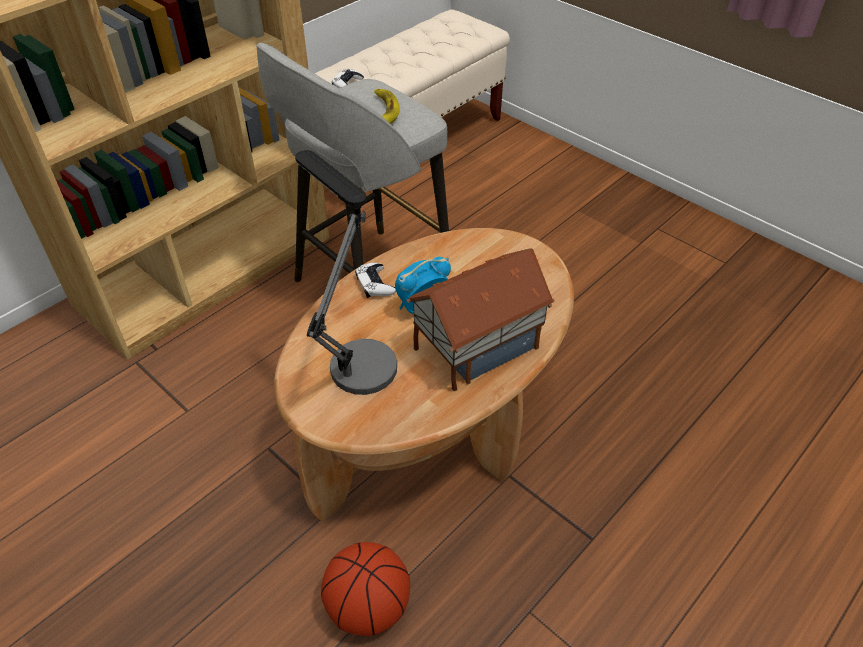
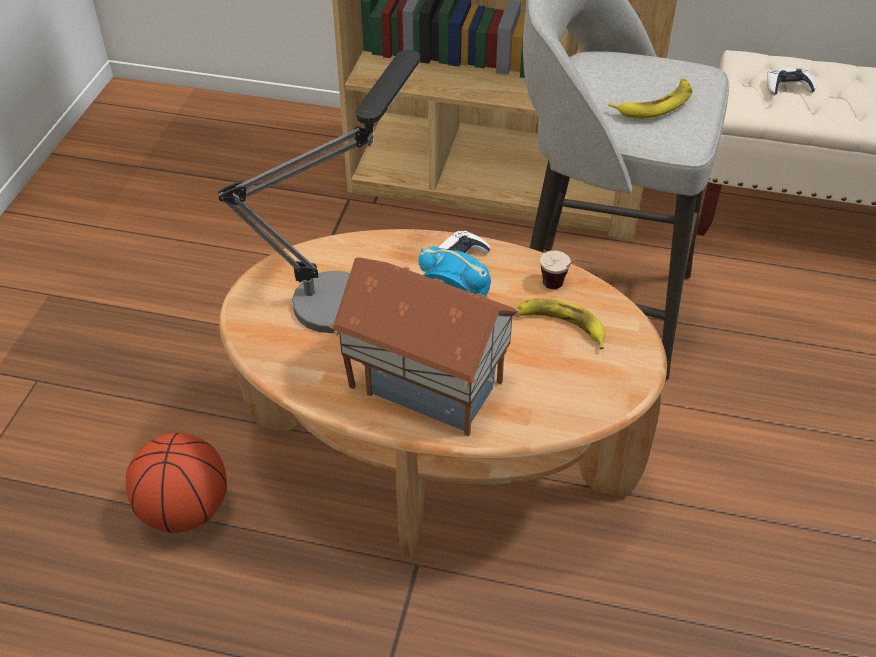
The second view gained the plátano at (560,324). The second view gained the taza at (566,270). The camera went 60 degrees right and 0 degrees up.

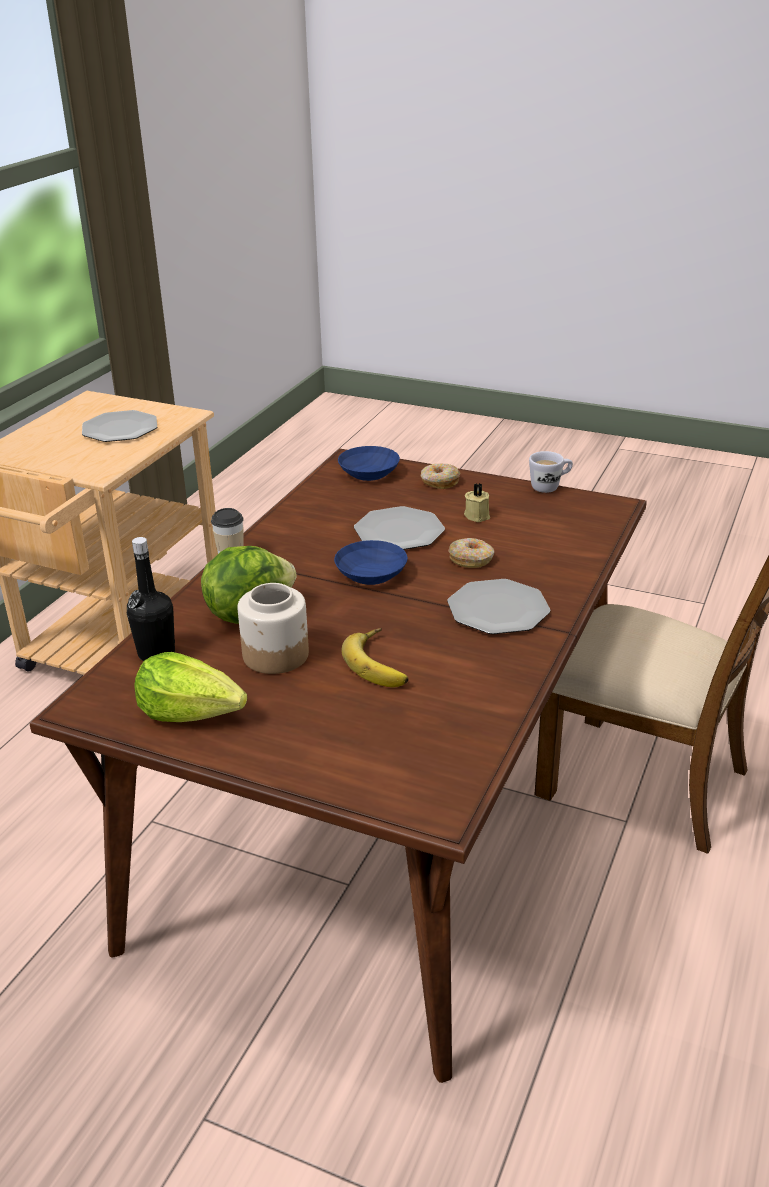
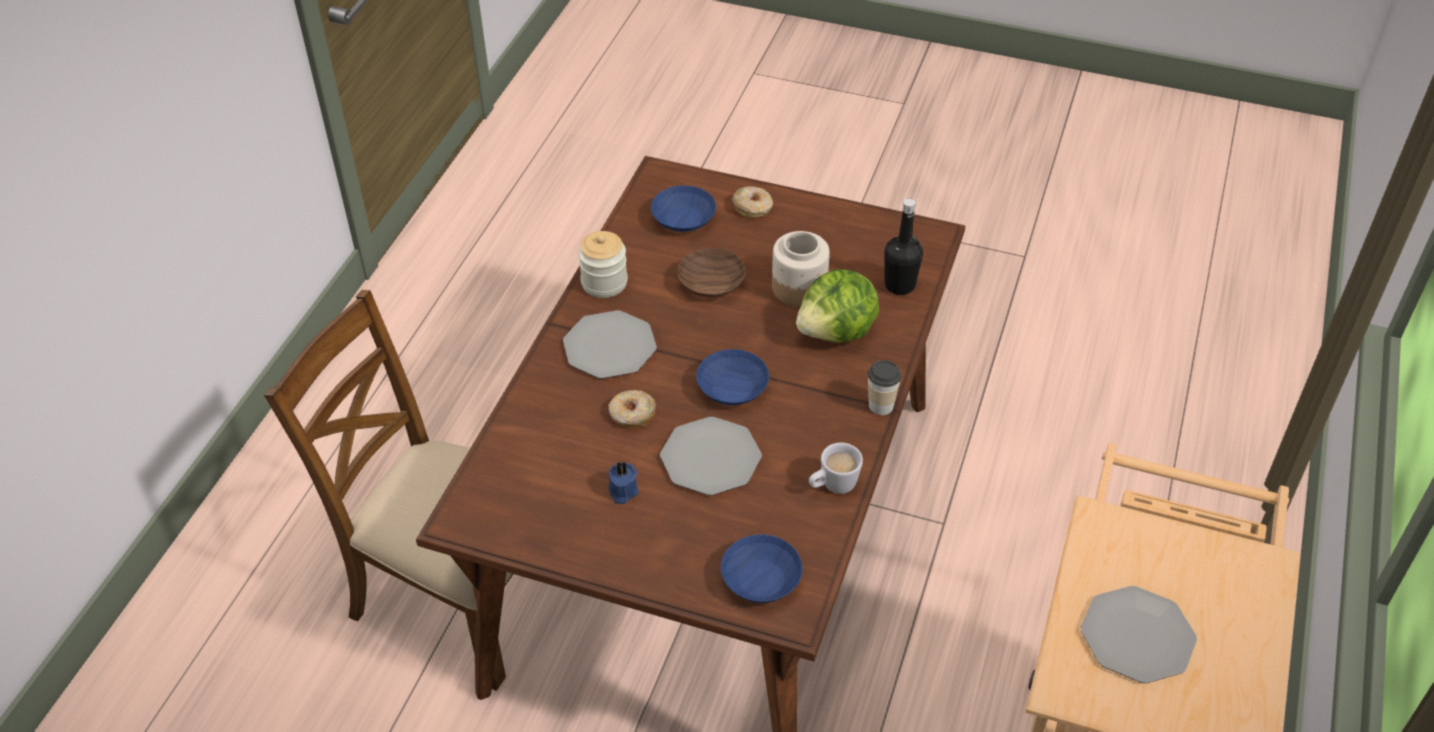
The second view lost the lechuga at (190,687). Where the plátano stood at (375,657), the cuenco/marrón came to stand at (711,272). The rosquilla ended up elsewhere, having gone from (440,476) to (752,202). What was the vela/beis at (477,502) turned into the vela/azul at (623,482). The taza grande/blanco ended up elsewhere, having gone from (551,472) to (836,468). The second view gained the tarro at (603,264). The second view gained the cuenco/azul at (683,208). The camera went 175 degrees right and 15 degrees up.

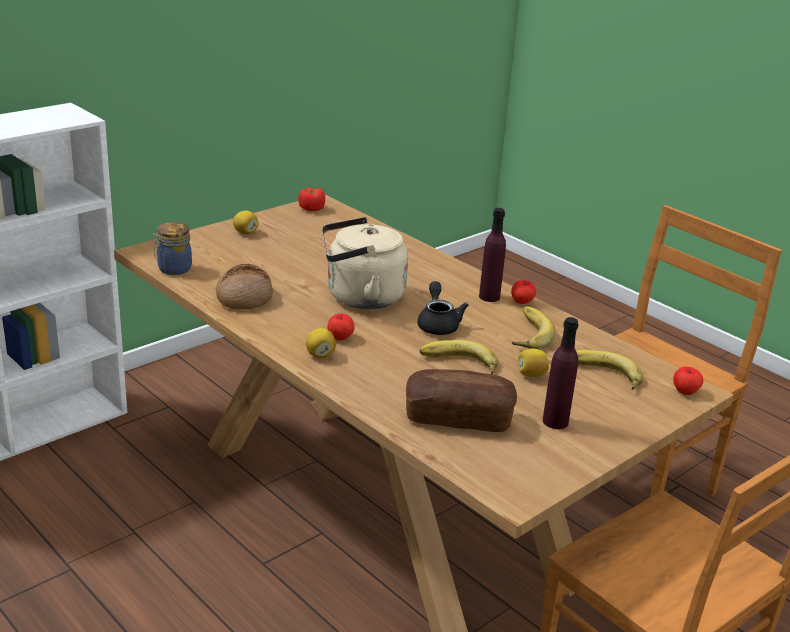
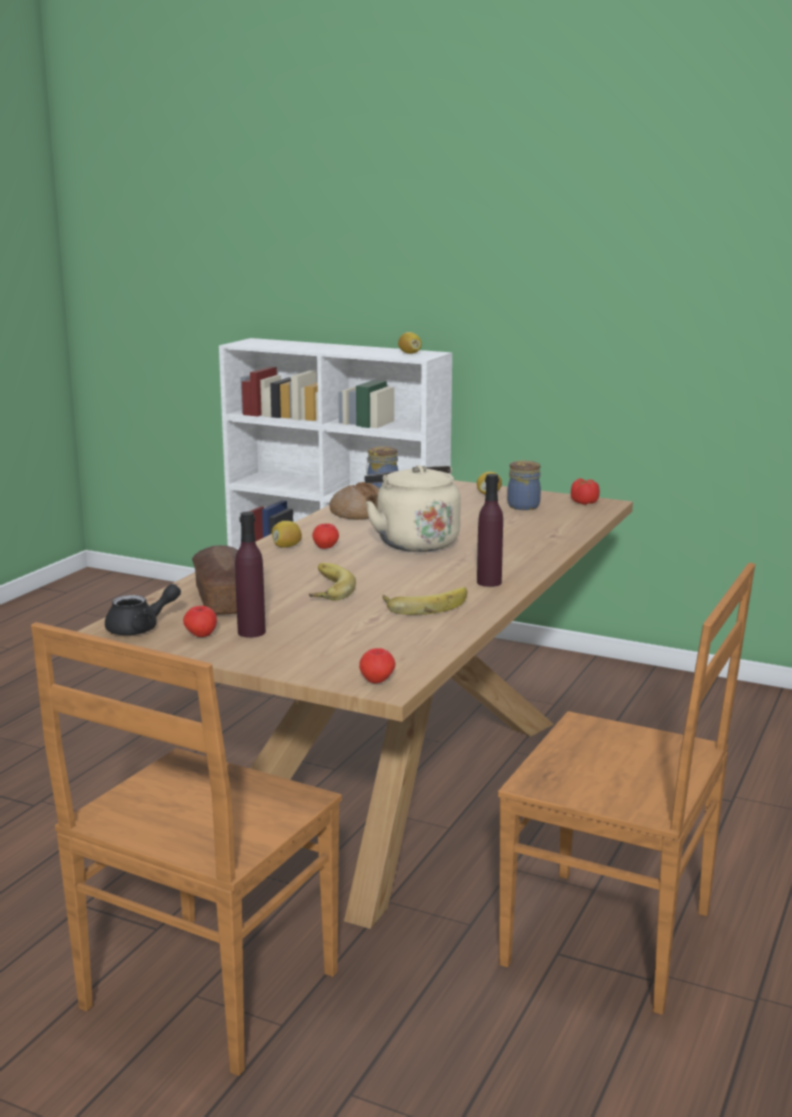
The tetera/negro ended up elsewhere, having gone from (443,308) to (143,609). The manzana ended up elsewhere, having gone from (523,292) to (200,621). The limón ended up elsewhere, having gone from (533,362) to (410,343). The second view lost the plátano at (610,370). The second view gained the tarro at (524,485). The camera went 70 degrees right and 10 degrees down.

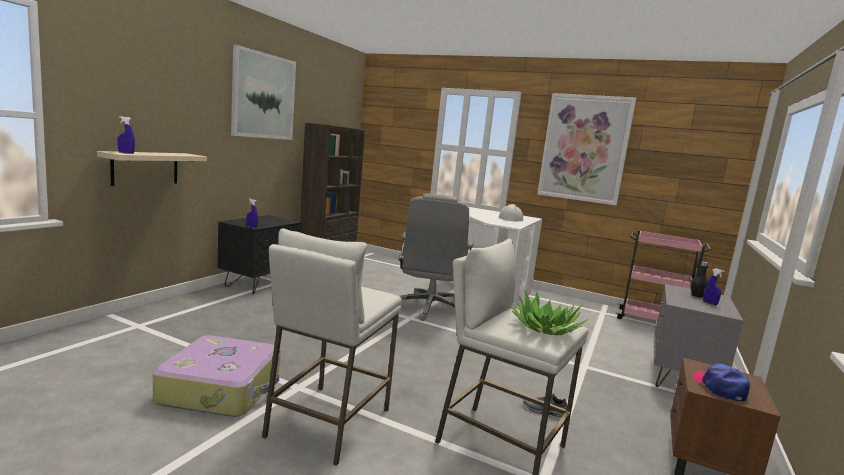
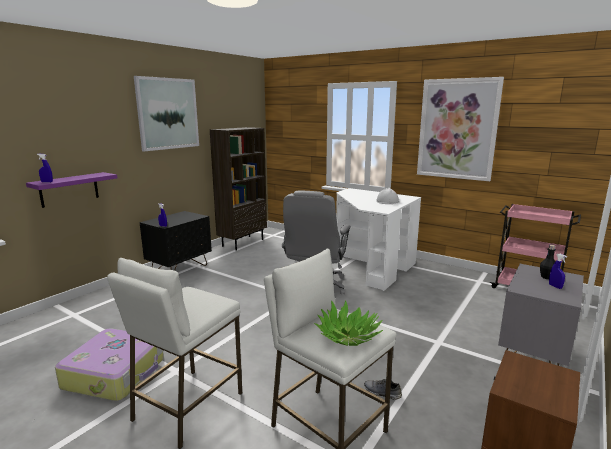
What was the estante/beis at (152,168) turned into the estante/morado at (71,190). The second view lost the gorra at (721,382). The camera went 10 degrees right and 5 degrees up.

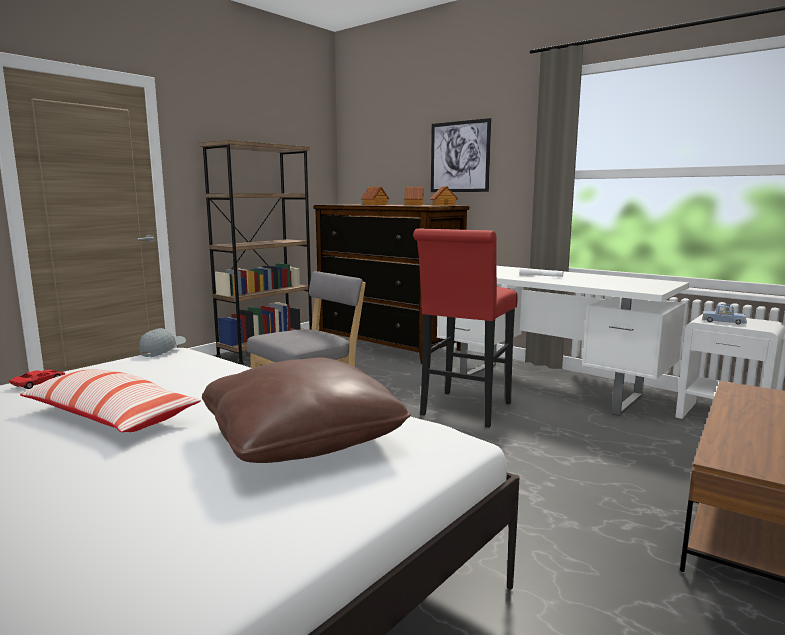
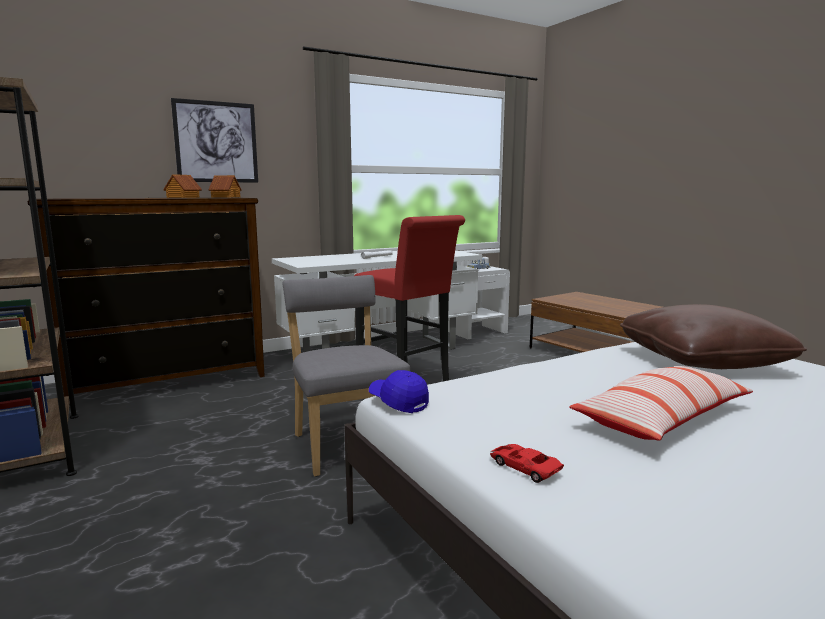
What was the gorra/gris at (162,342) turned into the gorra/azul at (399,391). The second view lost the casita at (375,196). The camera went 70 degrees left and 0 degrees up.

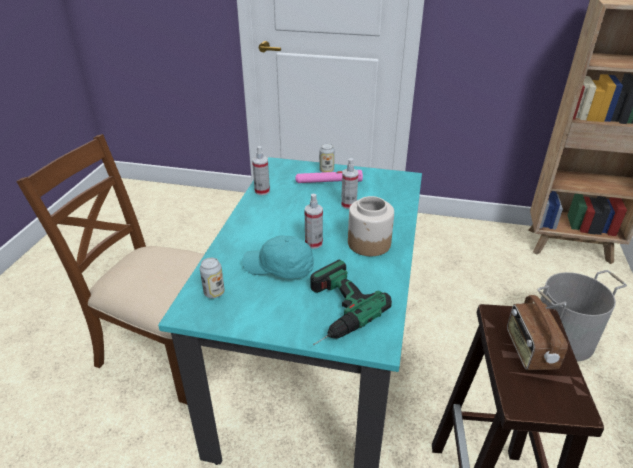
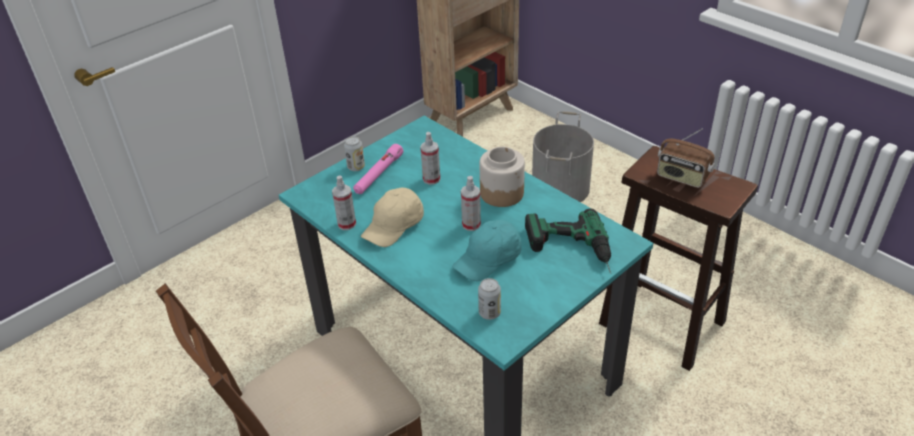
The second view gained the gorra/beis at (392,217). The camera went 55 degrees left and 5 degrees up.

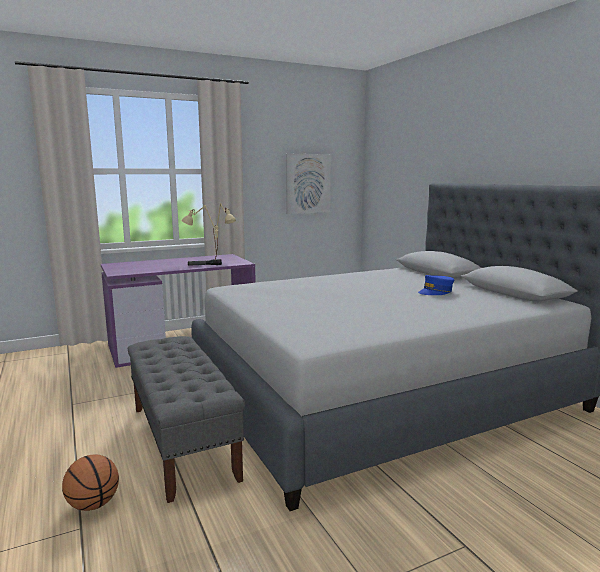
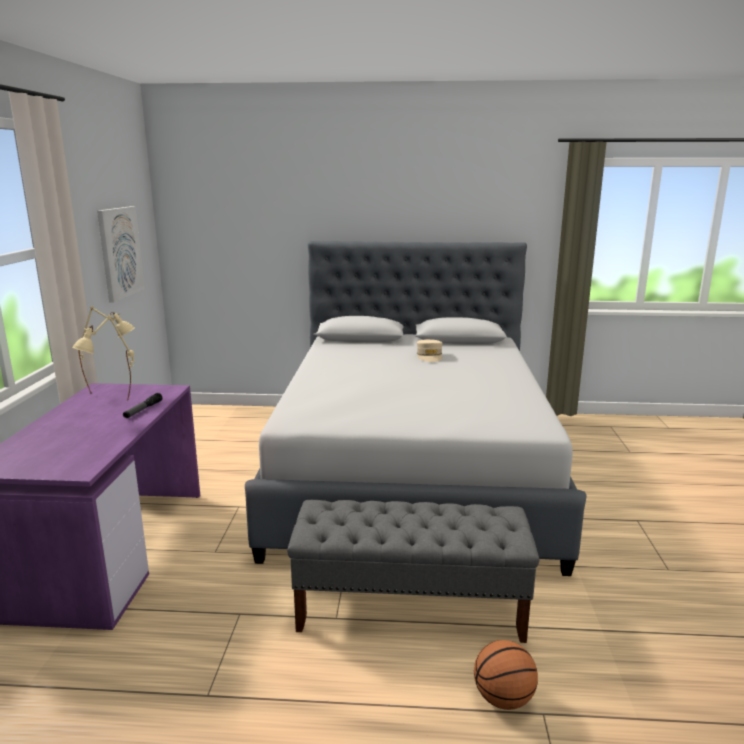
What was the gorra/azul at (436,285) turned into the gorra/beis at (430,350). The camera went 60 degrees left and 5 degrees up.

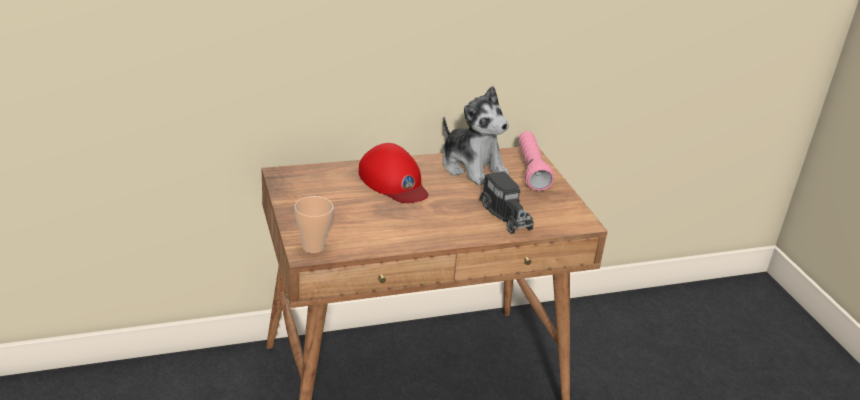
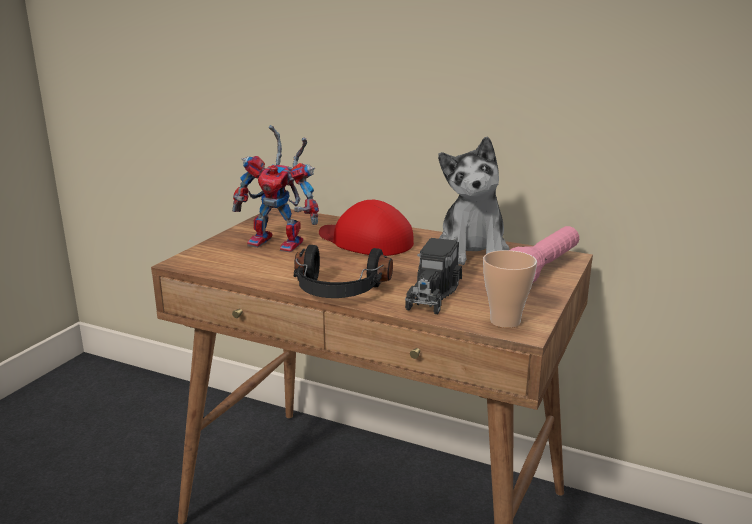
The taza ended up elsewhere, having gone from (313,224) to (510,289). The gorra/rojo at (393,173) ended up facing another way, 120 degrees clockwise from before. The second view gained the robot de juguete at (275,188). The second view gained the auriculares/negro at (343,271). The camera went 45 degrees right and 10 degrees down.

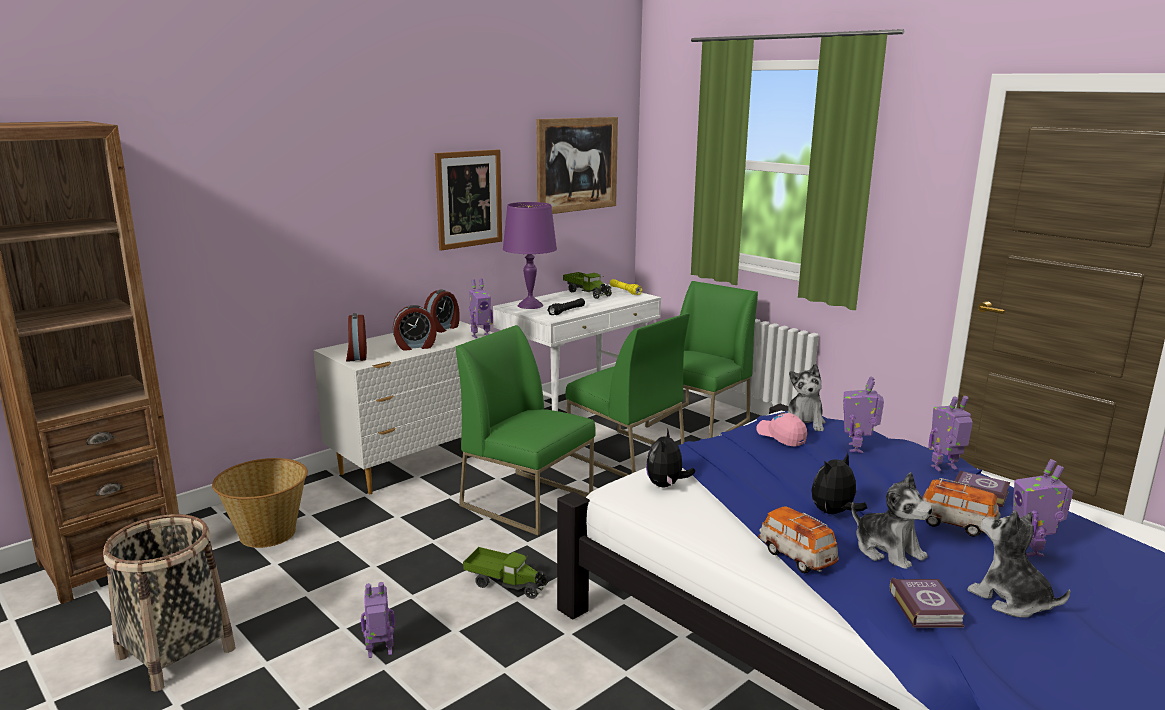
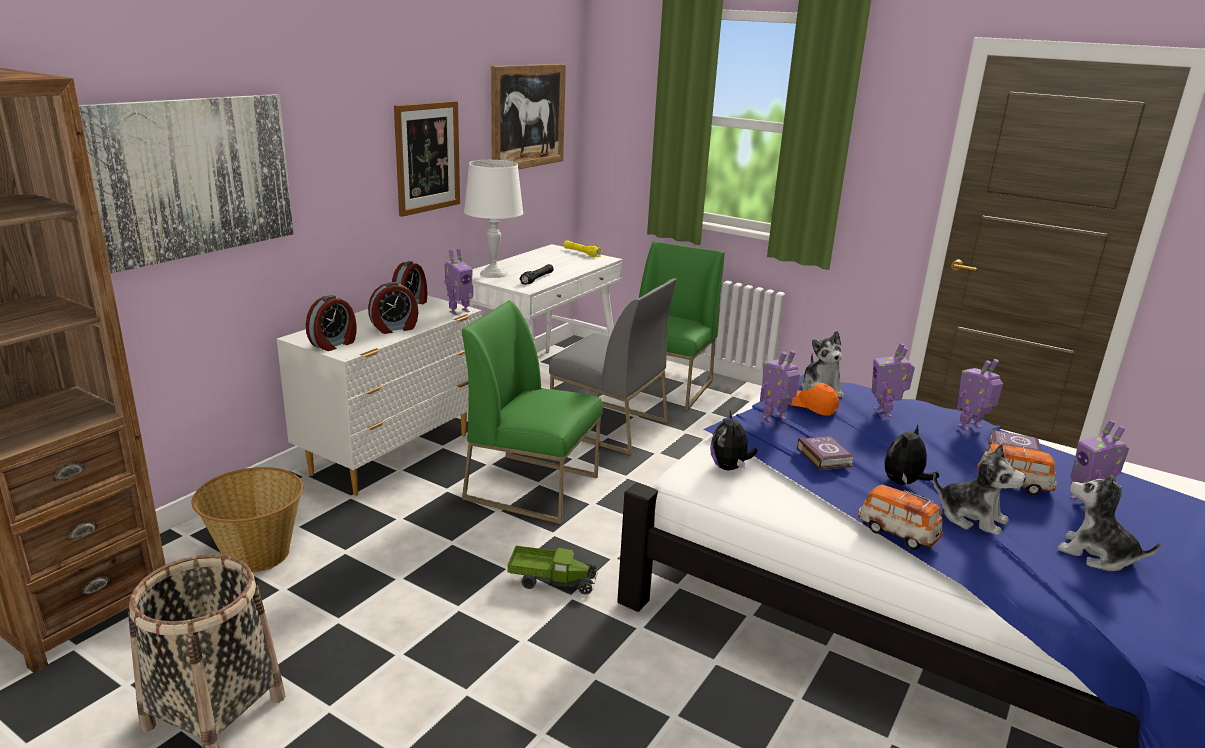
The despertador at (356,337) ended up facing another way, 120 degrees counterclockwise from before. The robot de juguete ended up elsewhere, having gone from (378,620) to (780,386). What was the lámpara de mesa/morado at (530,255) turned into the lámpara de mesa/blanco at (493,219). The second view lost the camión de juguete at (587,285). What was the silla/verde at (628,395) turned into the silla/gris at (612,366). What was the gorra/rosa at (781,430) turned into the gorra/naranja at (815,399). The libro ended up elsewhere, having gone from (928,603) to (825,453). The second view gained the cuadro at (186,183). The camera went 15 degrees left and 5 degrees up.

